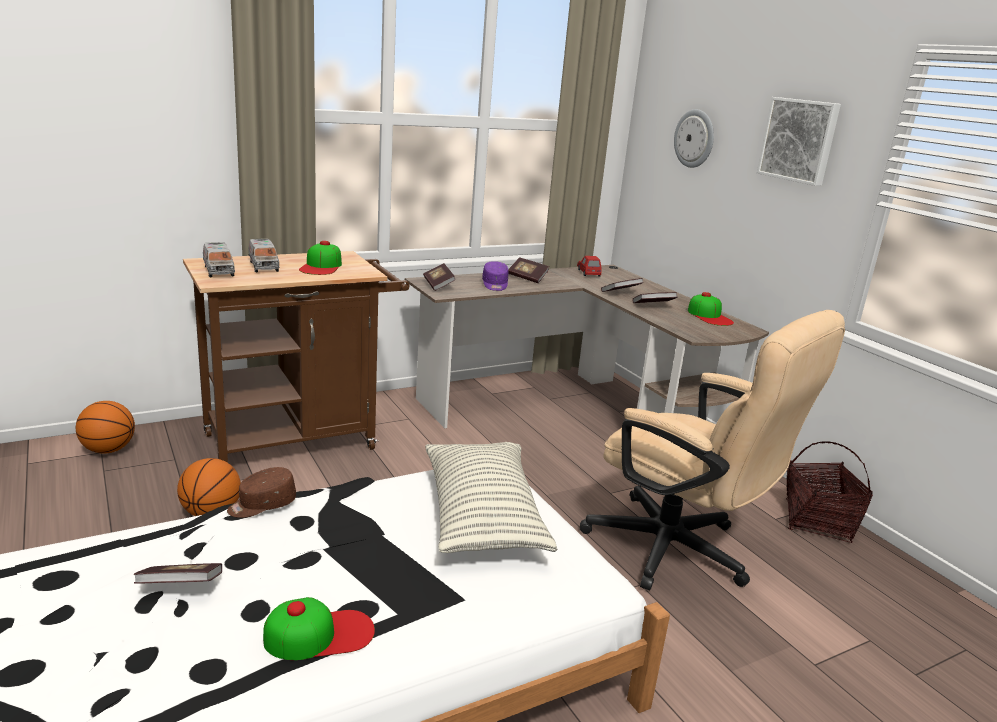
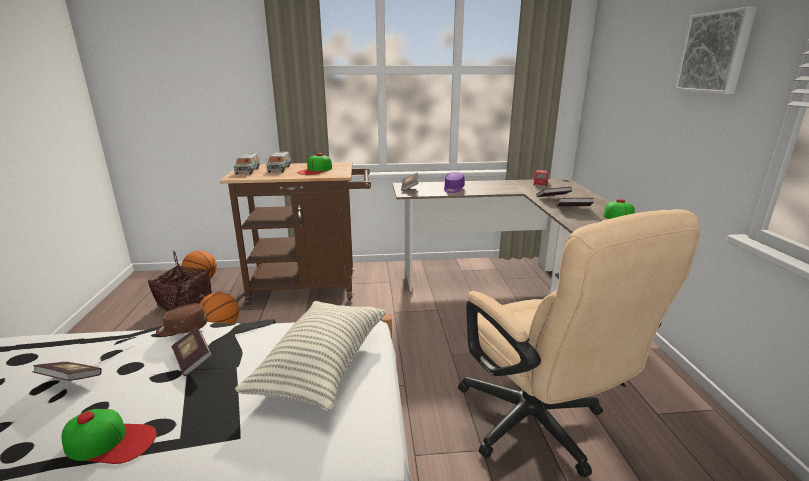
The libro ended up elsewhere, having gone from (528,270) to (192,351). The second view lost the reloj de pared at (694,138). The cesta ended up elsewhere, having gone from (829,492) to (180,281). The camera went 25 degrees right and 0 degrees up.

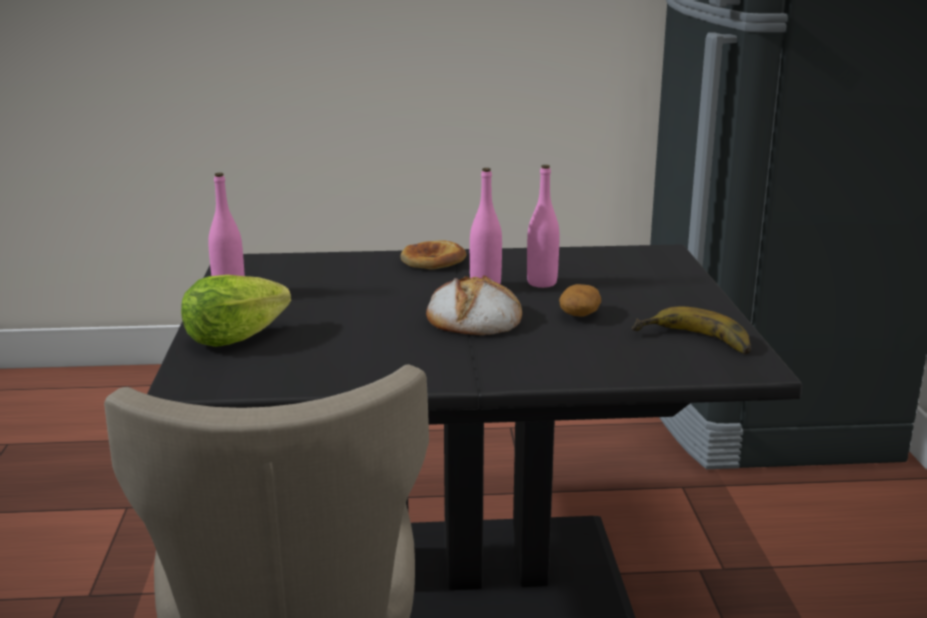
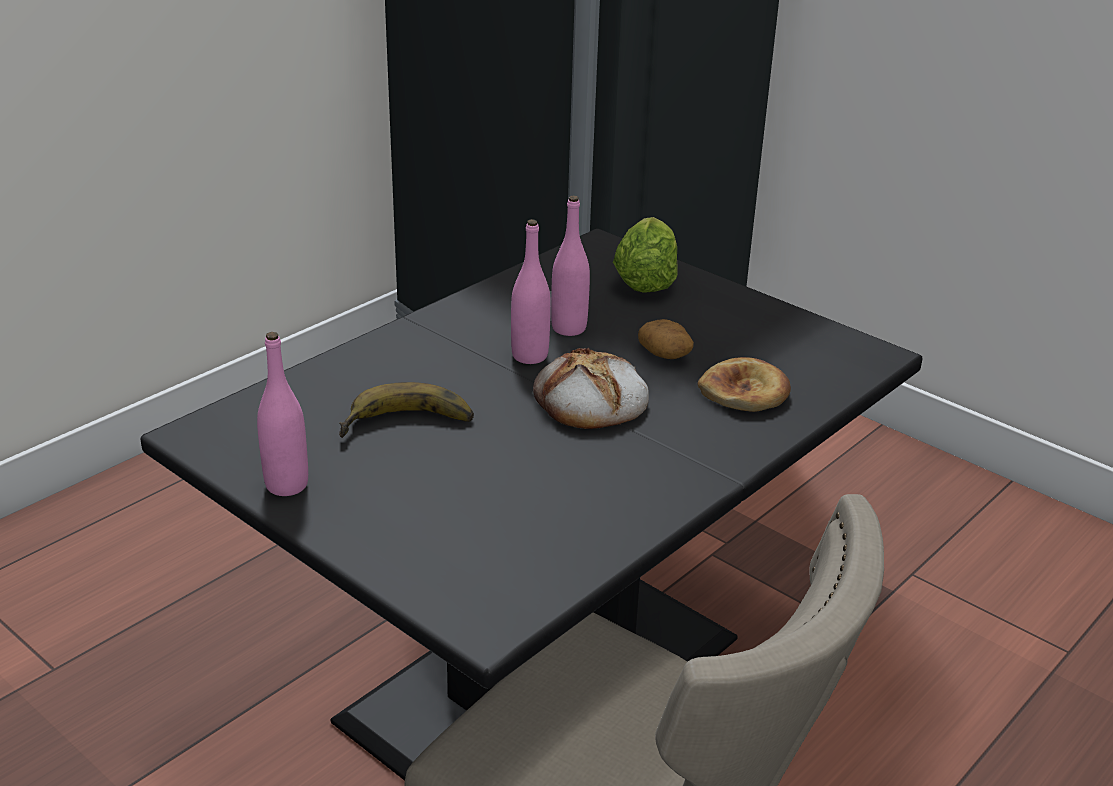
The lechuga ended up elsewhere, having gone from (236,311) to (645,255). The pan ended up elsewhere, having gone from (433,254) to (744,384). The plátano ended up elsewhere, having gone from (691,330) to (406,410). The camera went 45 degrees left and 10 degrees up.

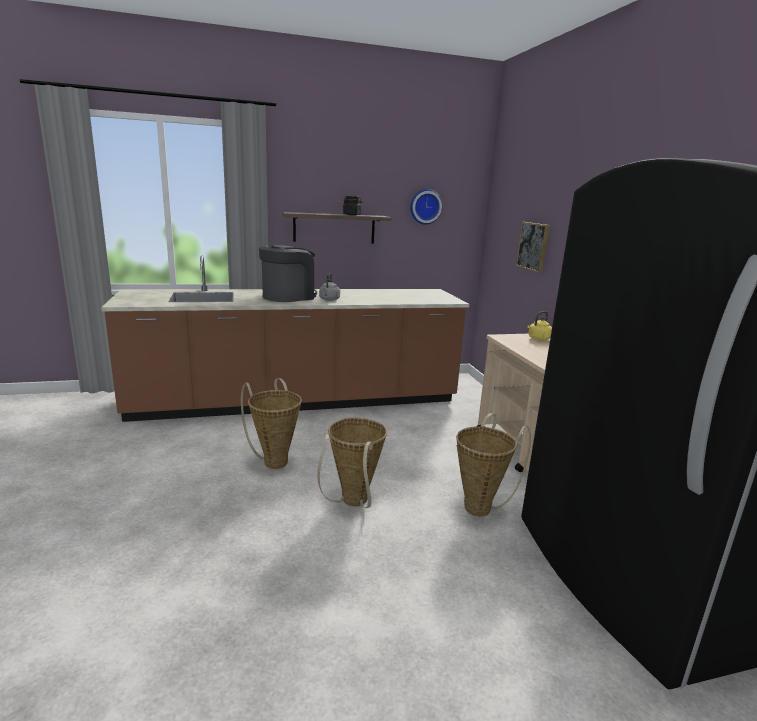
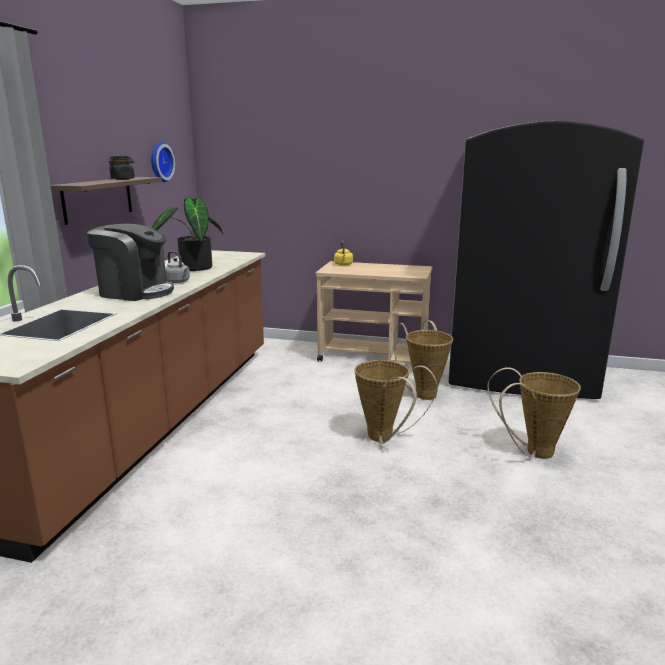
The cesta ended up elsewhere, having gone from (271,423) to (534,413). The cafetera at (288,273) ended up facing another way, 120 degrees clockwise from before. The second view lost the cuadro at (532,247). The second view gained the planta en maceta at (187,234). The camera went 60 degrees left and 0 degrees up.

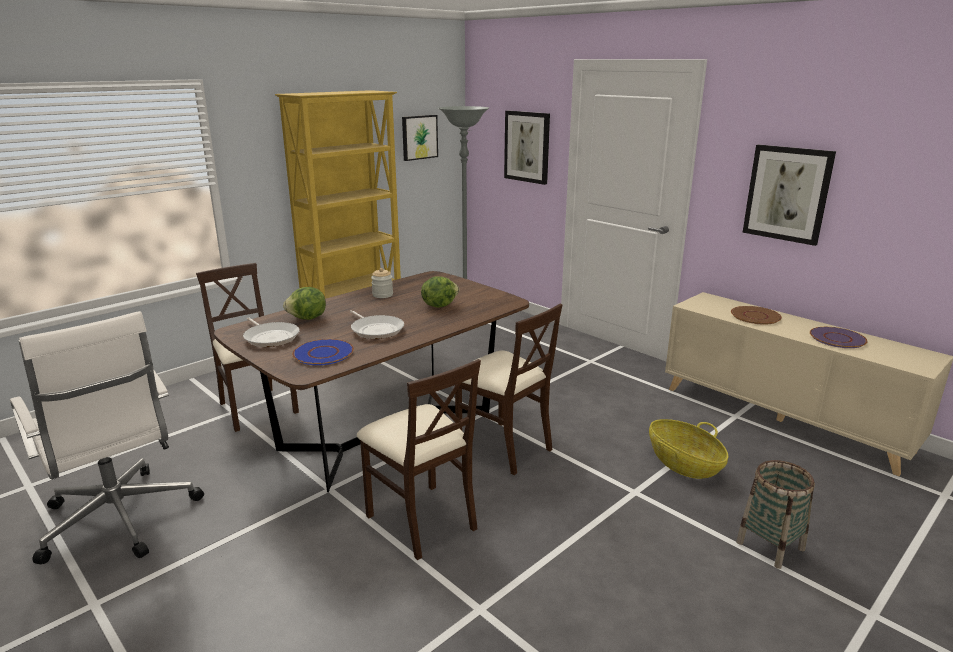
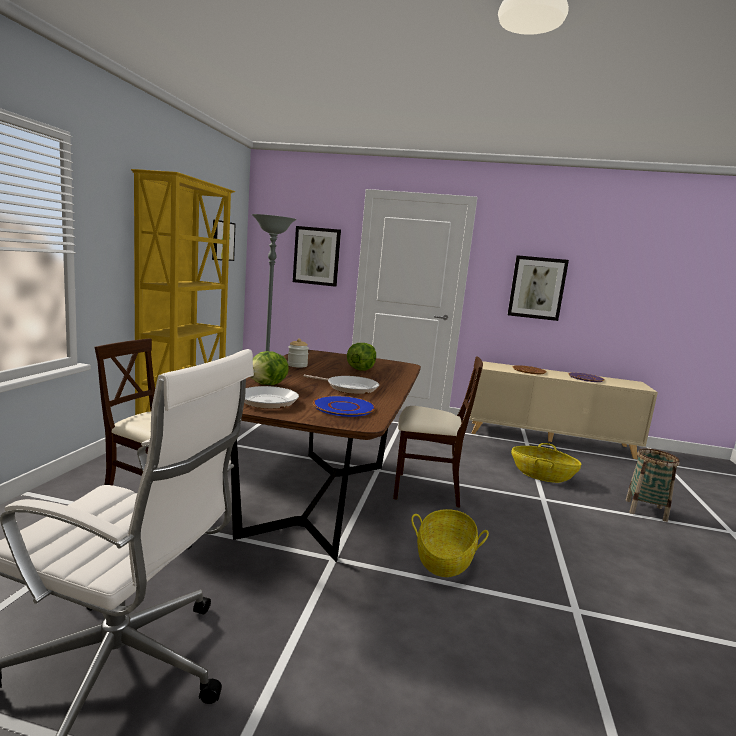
Where the silla/beis stood at (419,459), the cesta came to stand at (450,543). The camera went 35 degrees left and 10 degrees down.

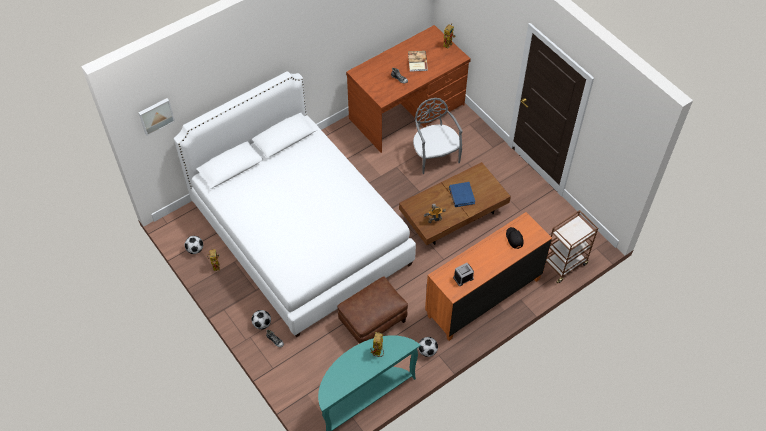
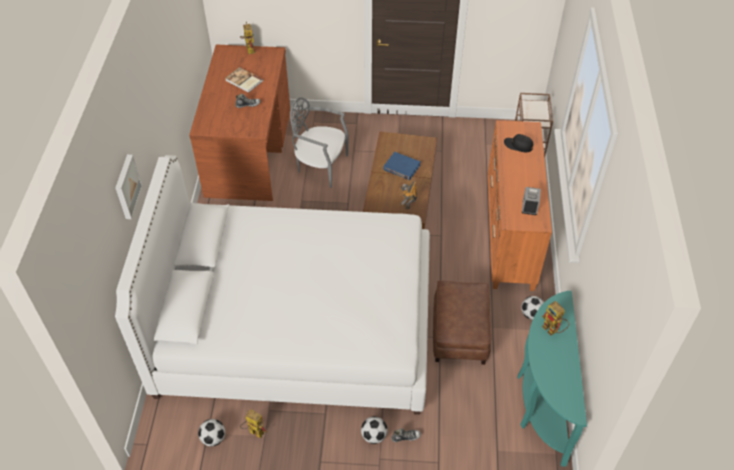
The cuadro ended up elsewhere, having gone from (157,117) to (128,186). The camera went 50 degrees left and 5 degrees down.

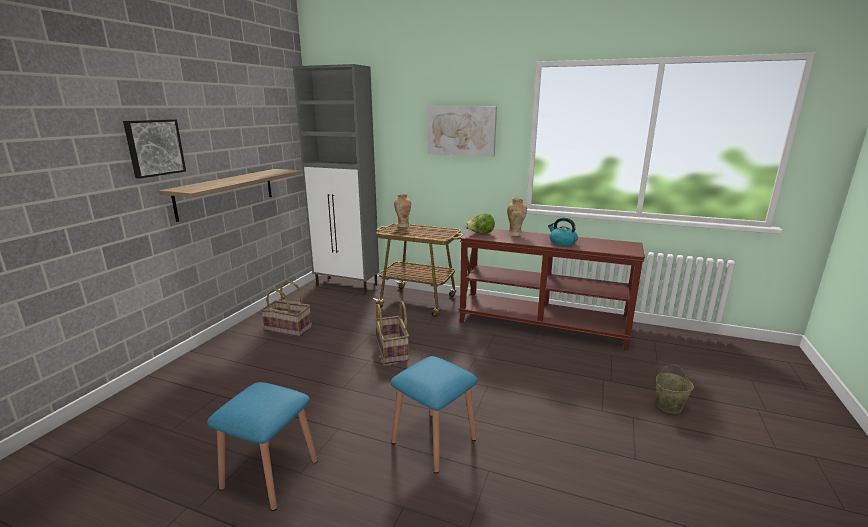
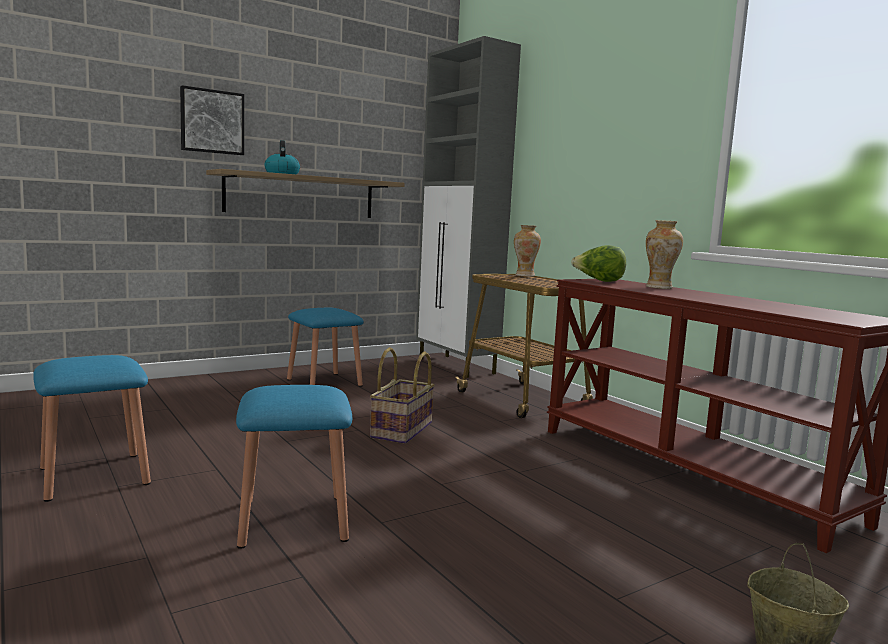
Where the cesta stood at (286,309), the taburete/azul came to stand at (325,347). The second view lost the cuadro at (462,131). The hervidor ended up elsewhere, having gone from (563,232) to (282,157). The camera went 35 degrees right and 10 degrees down.

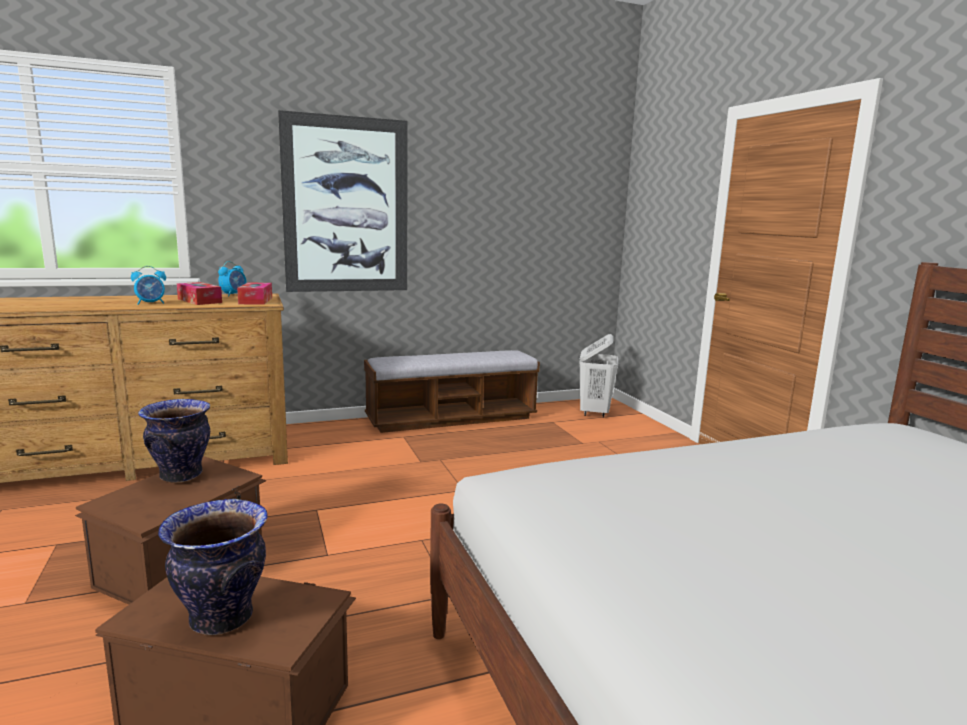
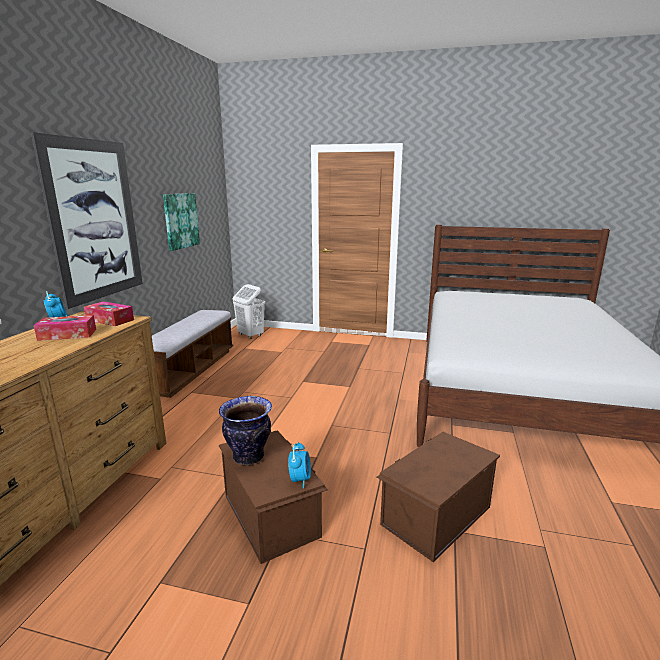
The despertador ended up elsewhere, having gone from (148,285) to (299,465). The second view lost the florero at (213,567). The second view gained the cuadro at (181,222). The camera went 55 degrees left and 5 degrees up.

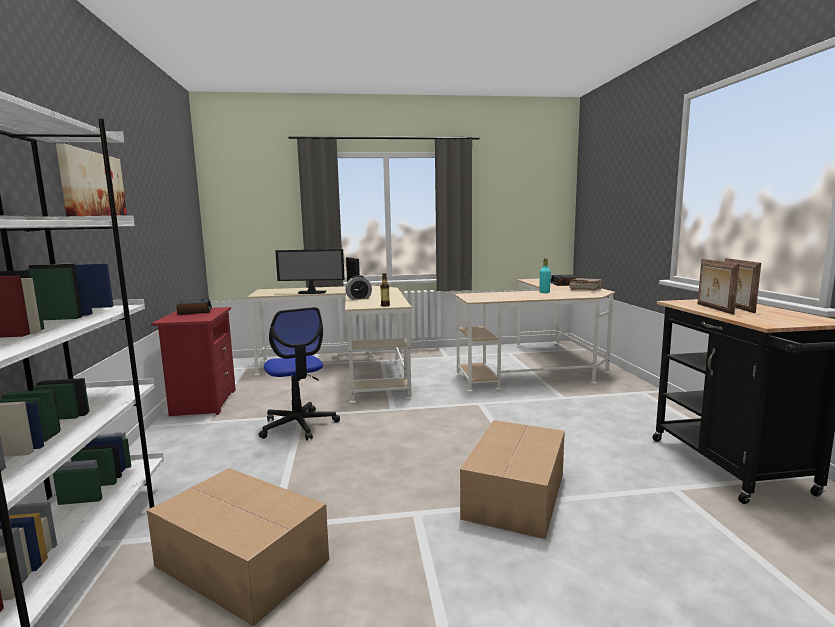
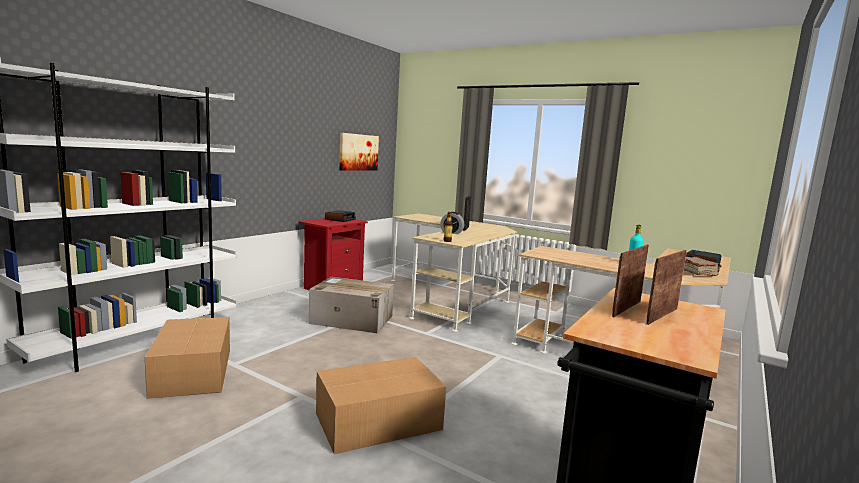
The cuadro ended up elsewhere, having gone from (91,179) to (359,152). Where the silla de oficina stood at (299,373), the caja de cartón came to stand at (351,305). The second view lost the monitor at (310,271). The camera went 40 degrees right and 0 degrees up.

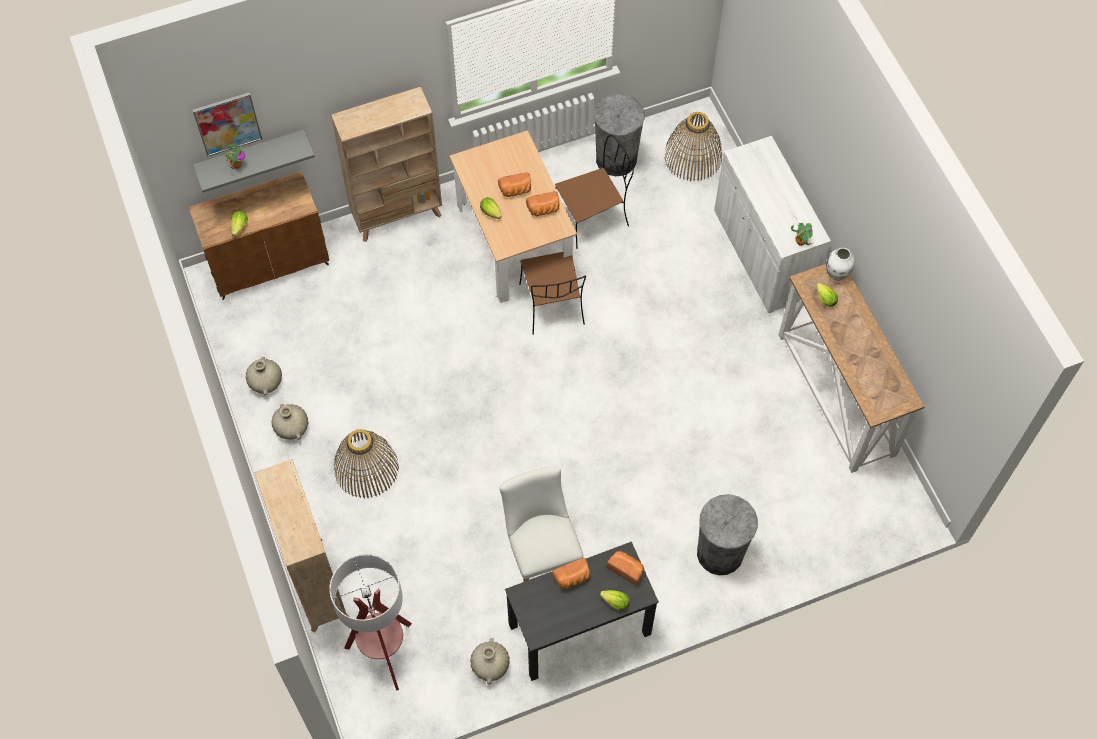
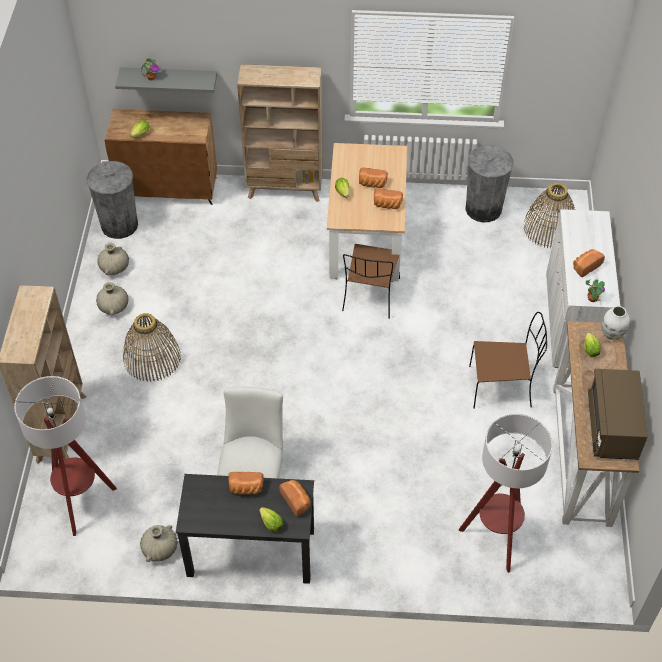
The second view lost the cuadro at (227,124). The silla/marrón ended up elsewhere, having gone from (594,192) to (508,360). The papelera/gris ended up elsewhere, having gone from (727,534) to (112,200). The second view gained the lámpara de pie at (506,493). The second view gained the pan at (589,263). The second view gained the microondas/marrón at (618,414). The camera went 25 degrees right and 10 degrees down.

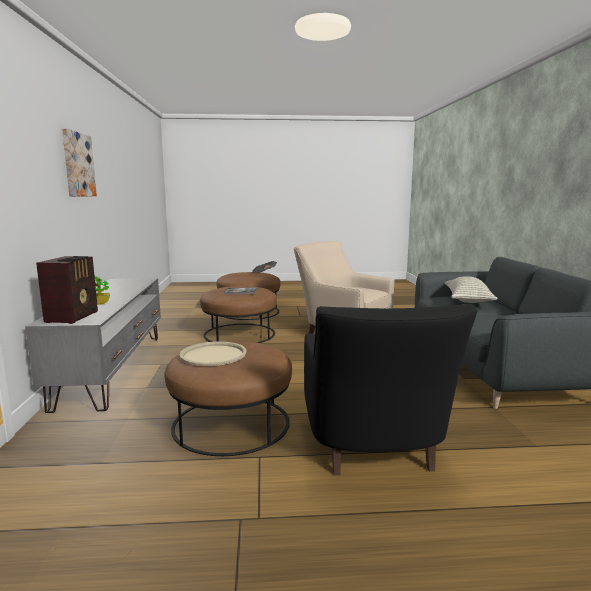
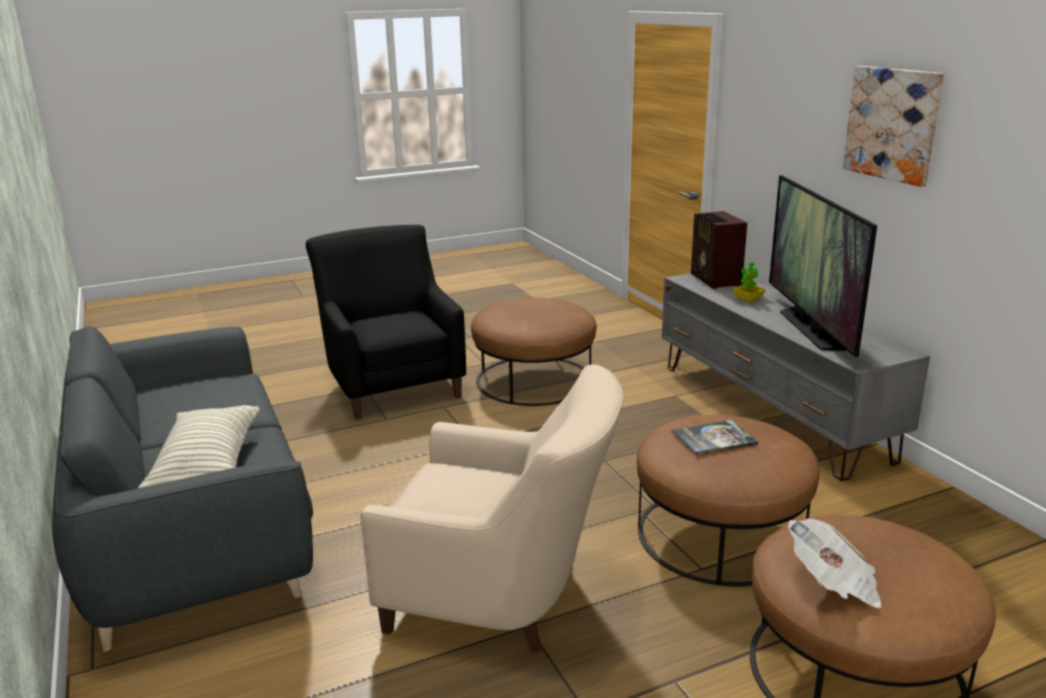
The second view lost the bandeja/beis at (213,353). The second view gained the televisor at (823,266). The camera went 160 degrees right and 10 degrees up.

